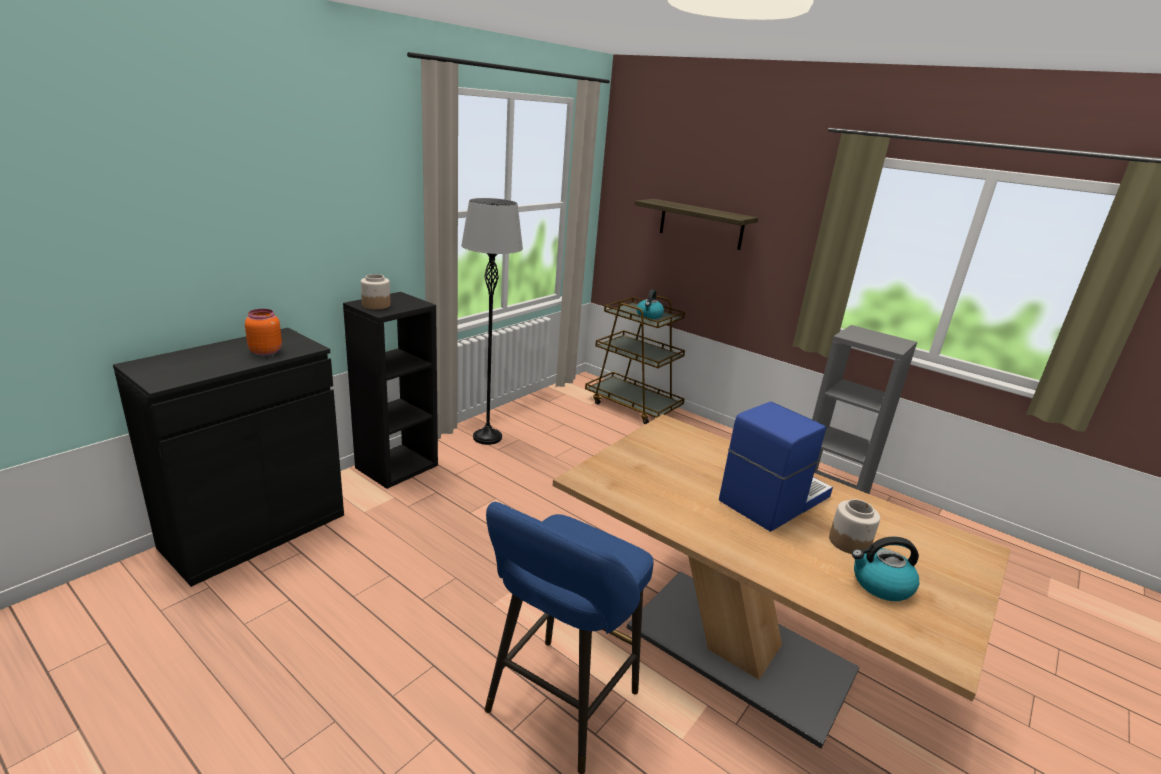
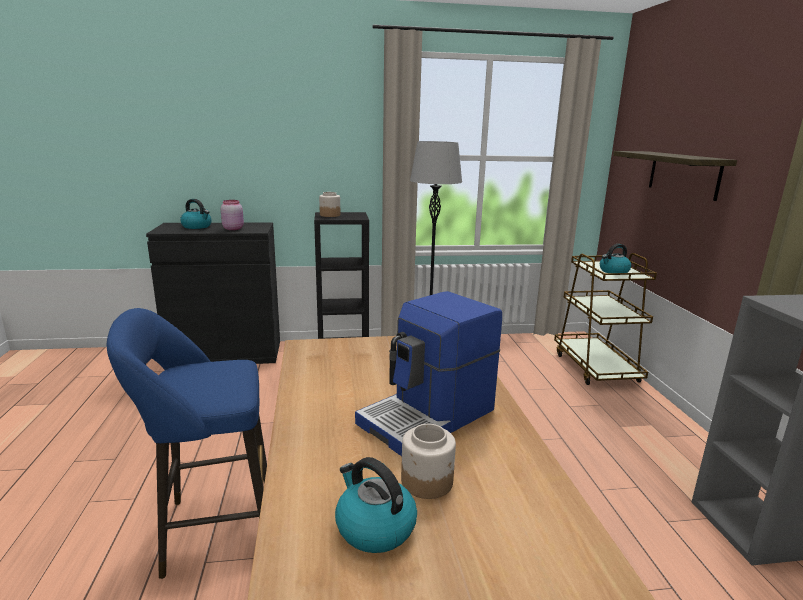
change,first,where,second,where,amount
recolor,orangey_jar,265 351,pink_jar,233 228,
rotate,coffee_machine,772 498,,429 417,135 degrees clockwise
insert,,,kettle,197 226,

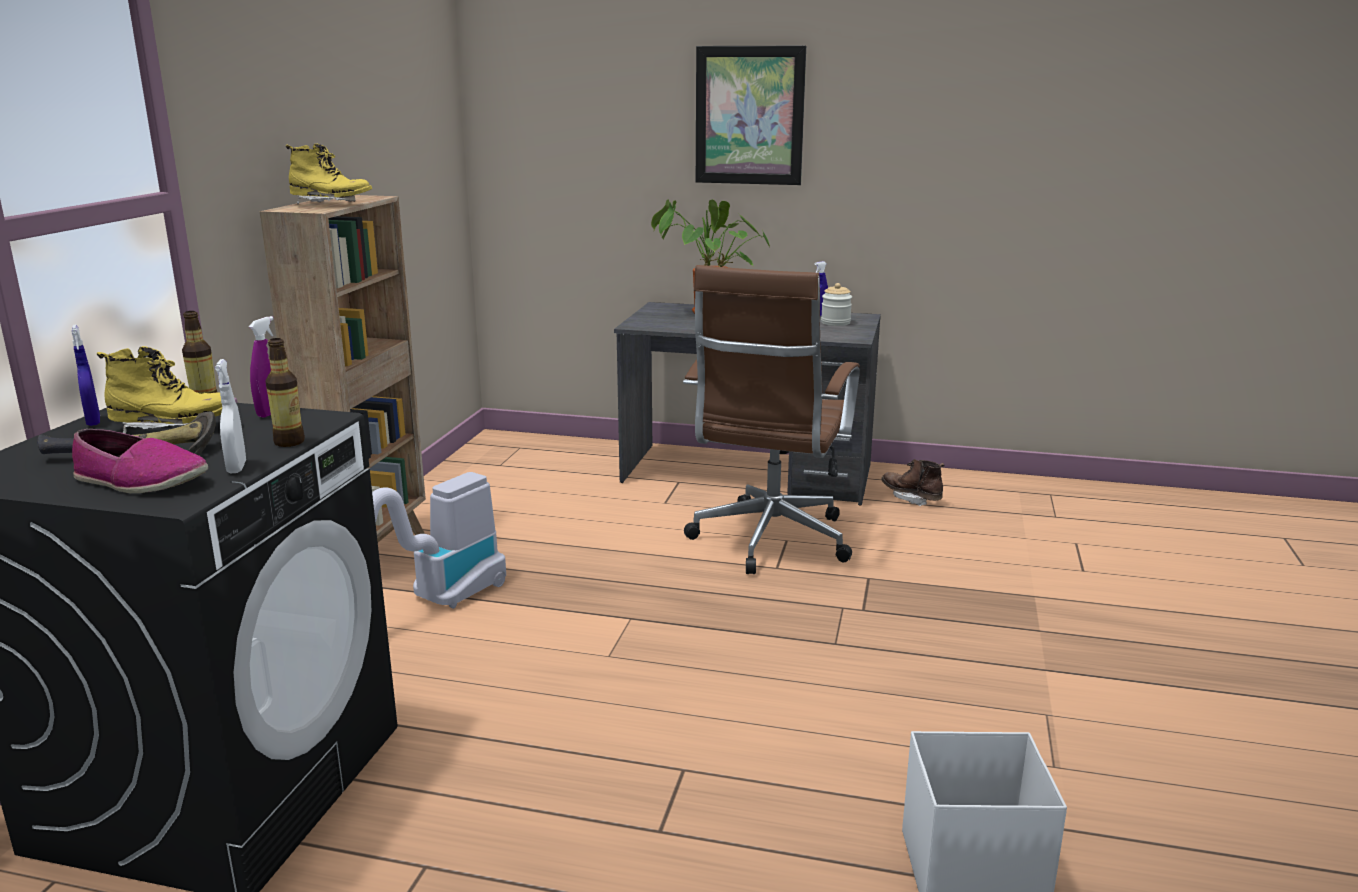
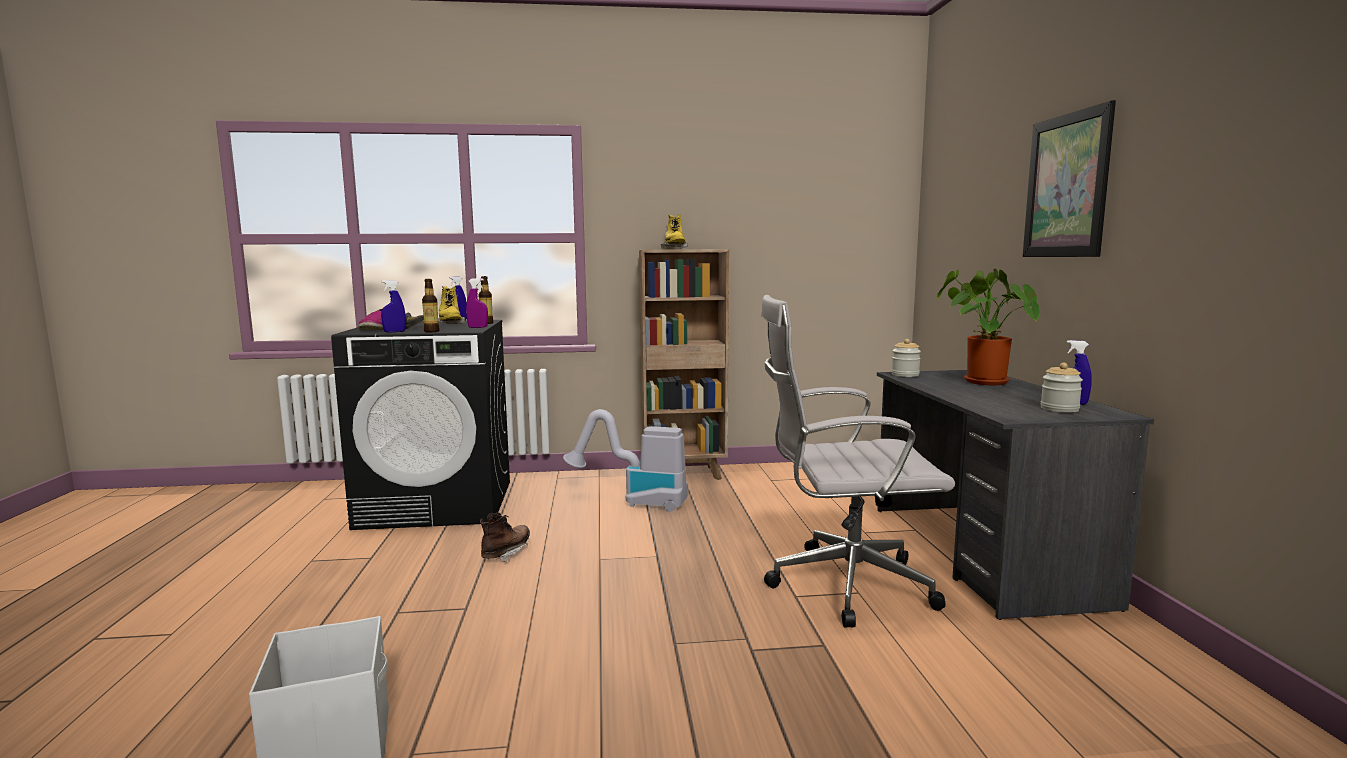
change,first,where,second,where,amount
recolor,white_sprayer,236 468,blue_sprayer,394 332,
recolor,brownish_computer_chair,769 542,white_computer_chair,842 585,
move,brownish_boot,911 498,,506 553,
insert,,,jar,905 375,

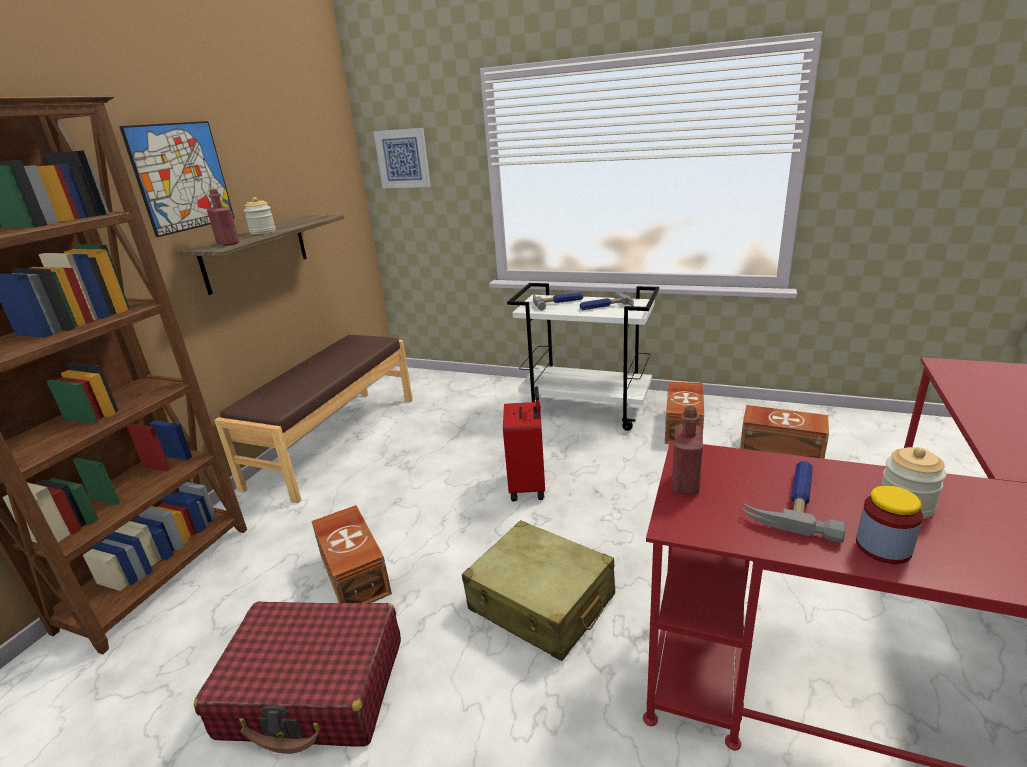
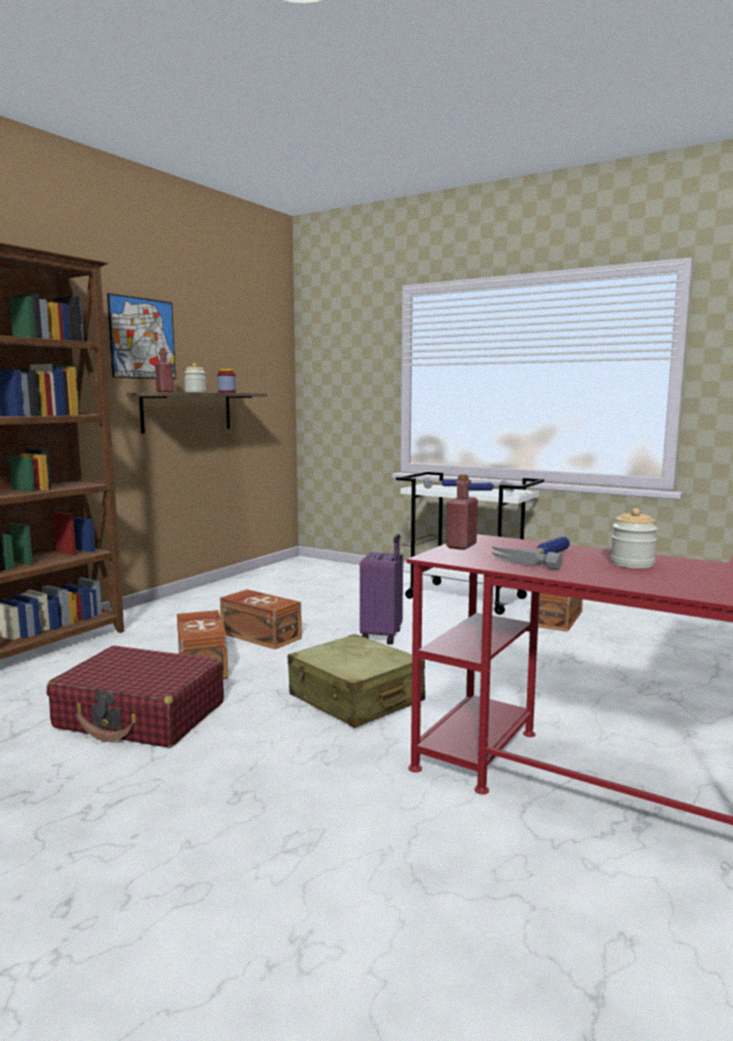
change,first,where,second,where,amount
delete,brownish_indoor_bench,334 440,,,
delete,wall_art,403 158,,,
recolor,red_suitcase,529 486,purplish_suitcase,383 636,
move,brownish_storage_box,779 450,,261 635,
move,jar,883 547,,227 392,

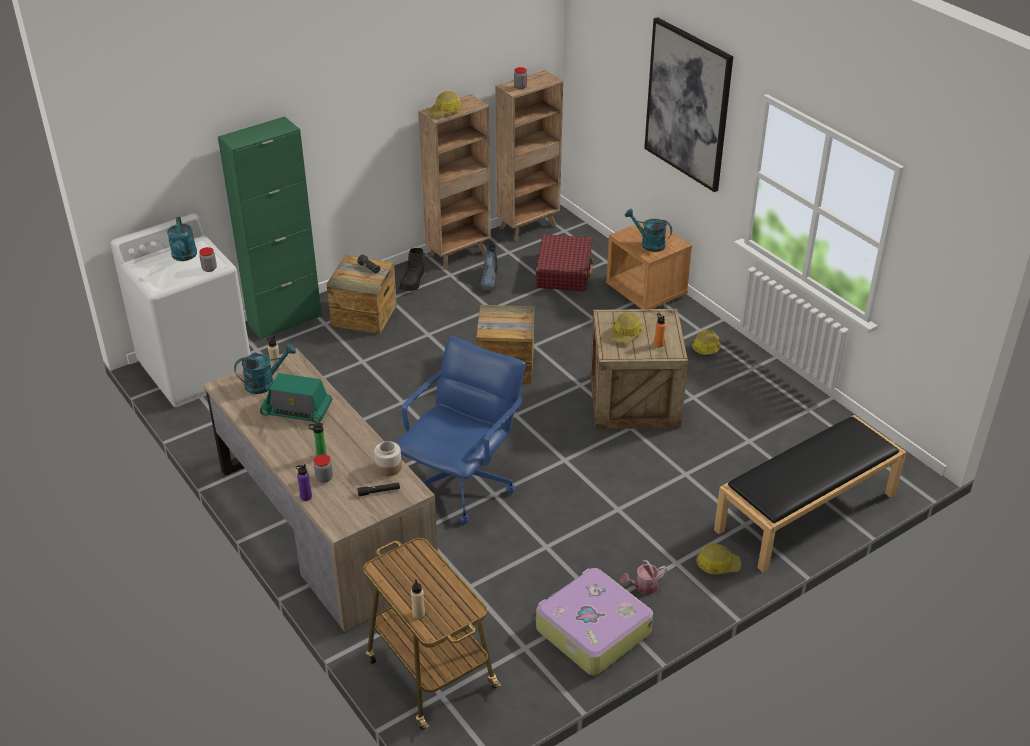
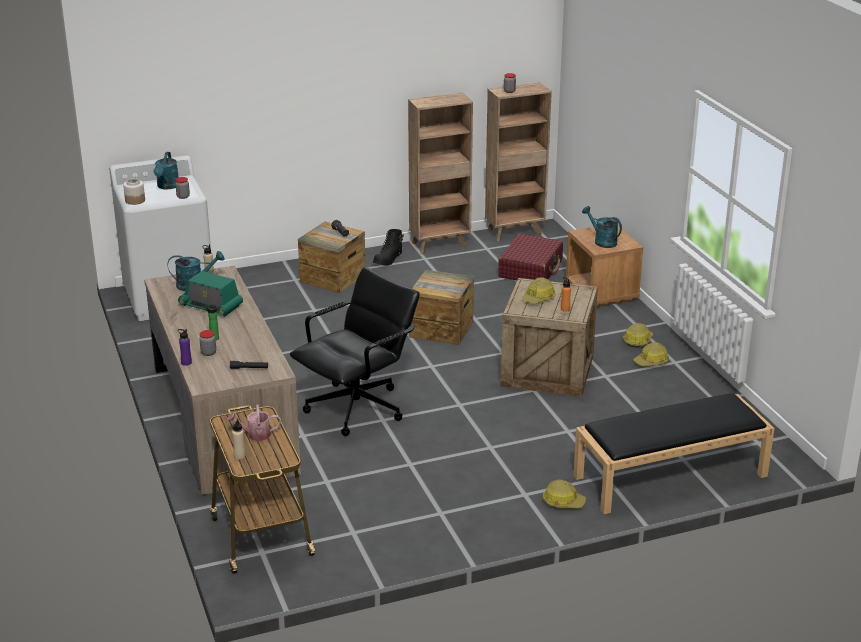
change,first,where,second,where,amount
delete,greenish_cupboard,285 320,,,
move,jar,388 467,,135 200,
recolor,blue_computer_chair,462 484,blackish_computer_chair,357 408,
move,hard_hat,446 111,,651 362,
delete,boot,489 280,,,
delete,suitcase,591 630,,,
move,sprinkling_can,643 587,,255 435,
delete,wall_art,688 104,,,

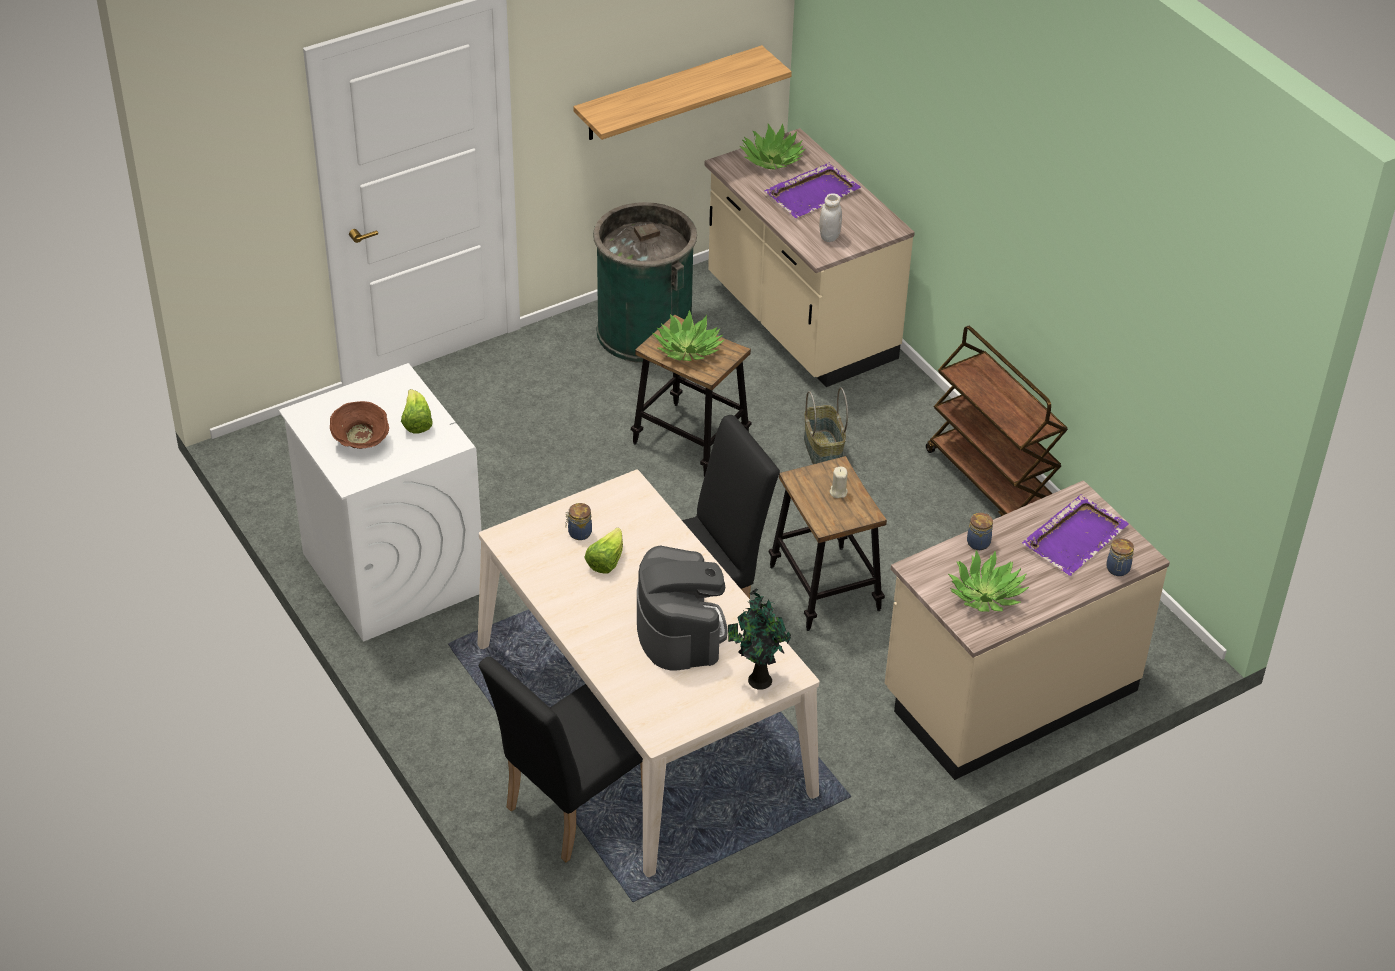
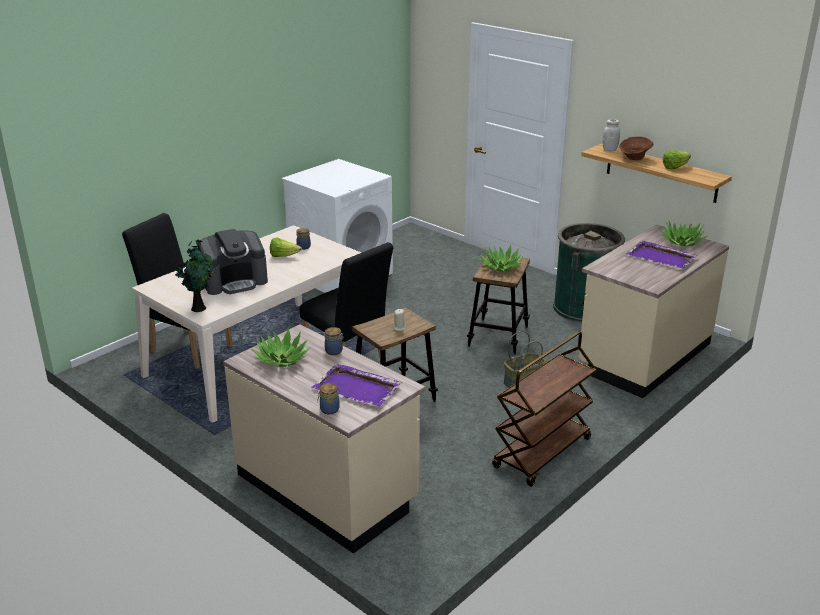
change,first,where,second,where,amount
move,brownish_deep_dish,361 442,,634 158,
move,lettuce_head,416 422,,675 167,
move,white_jar,829 237,,609 149,

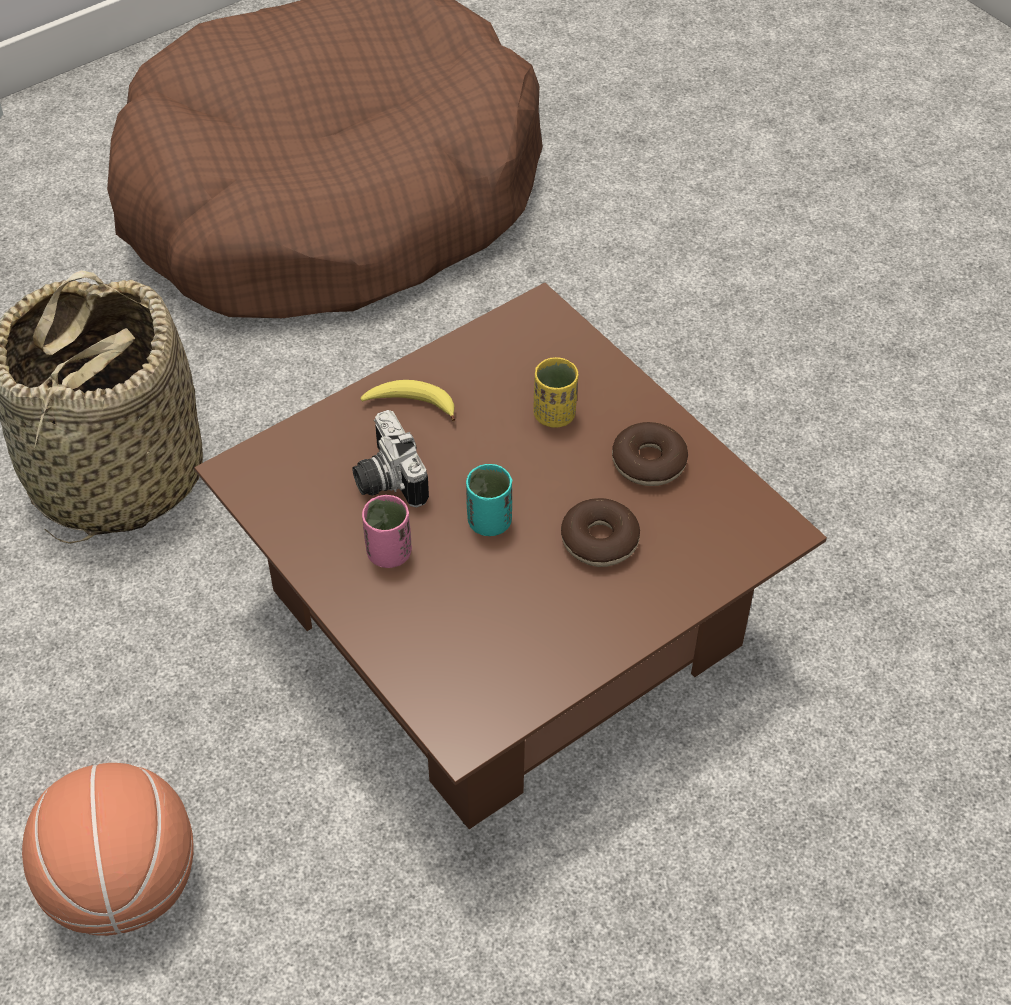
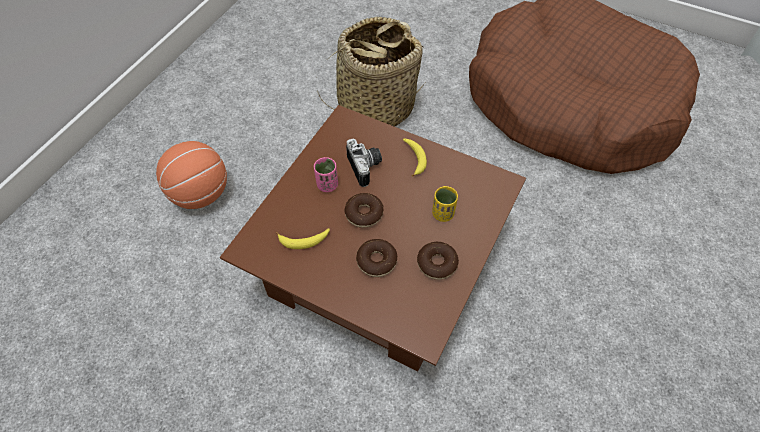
change,first,where,second,where,amount
rotate,photo_camera,385 480,,366 167,120 degrees clockwise
replace,turquoise_cup,489 522,donut,364 214,
insert,,,whole_banana,304 241,

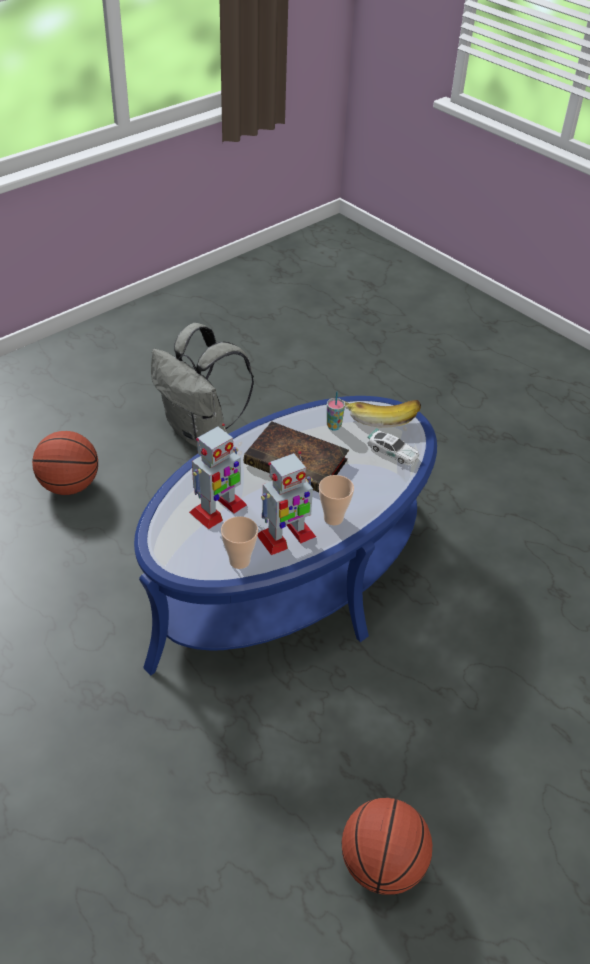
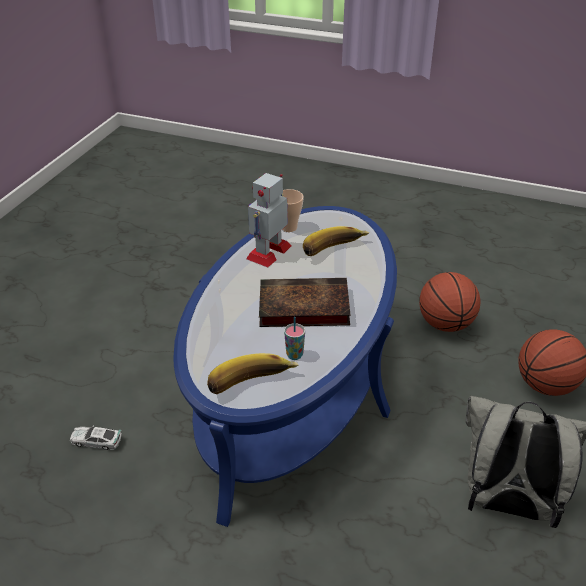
change,first,where,second,where,amount
replace,model_robot,218 509,whole_banana,334 252,
delete,cup,333 518,,,
move,ball_for_basketball,382 865,,445 324,
move,miniature_car,392 452,,96 441,

